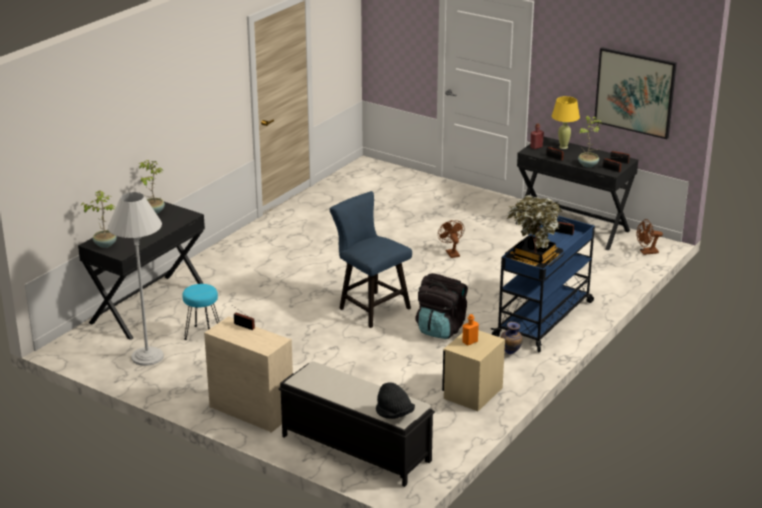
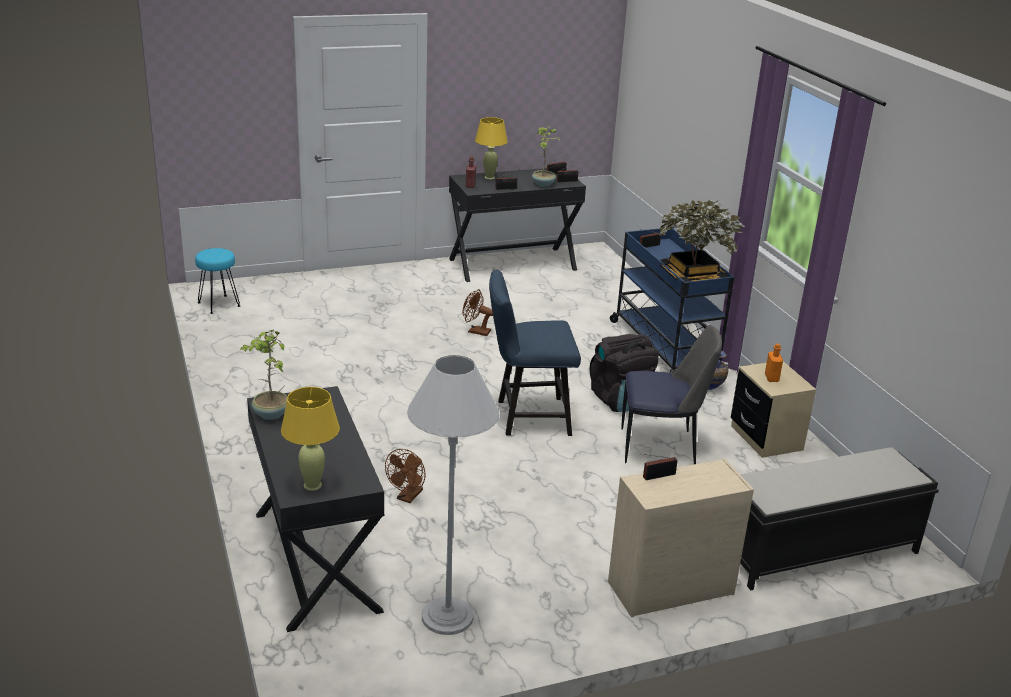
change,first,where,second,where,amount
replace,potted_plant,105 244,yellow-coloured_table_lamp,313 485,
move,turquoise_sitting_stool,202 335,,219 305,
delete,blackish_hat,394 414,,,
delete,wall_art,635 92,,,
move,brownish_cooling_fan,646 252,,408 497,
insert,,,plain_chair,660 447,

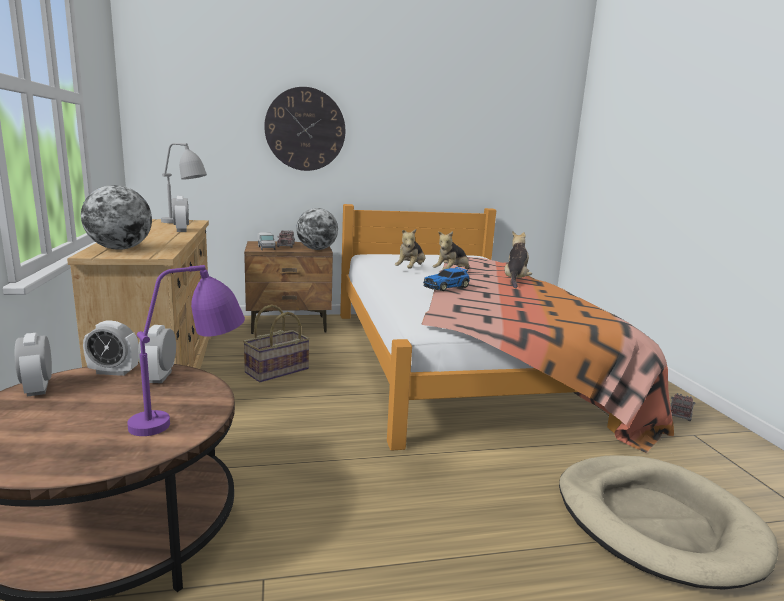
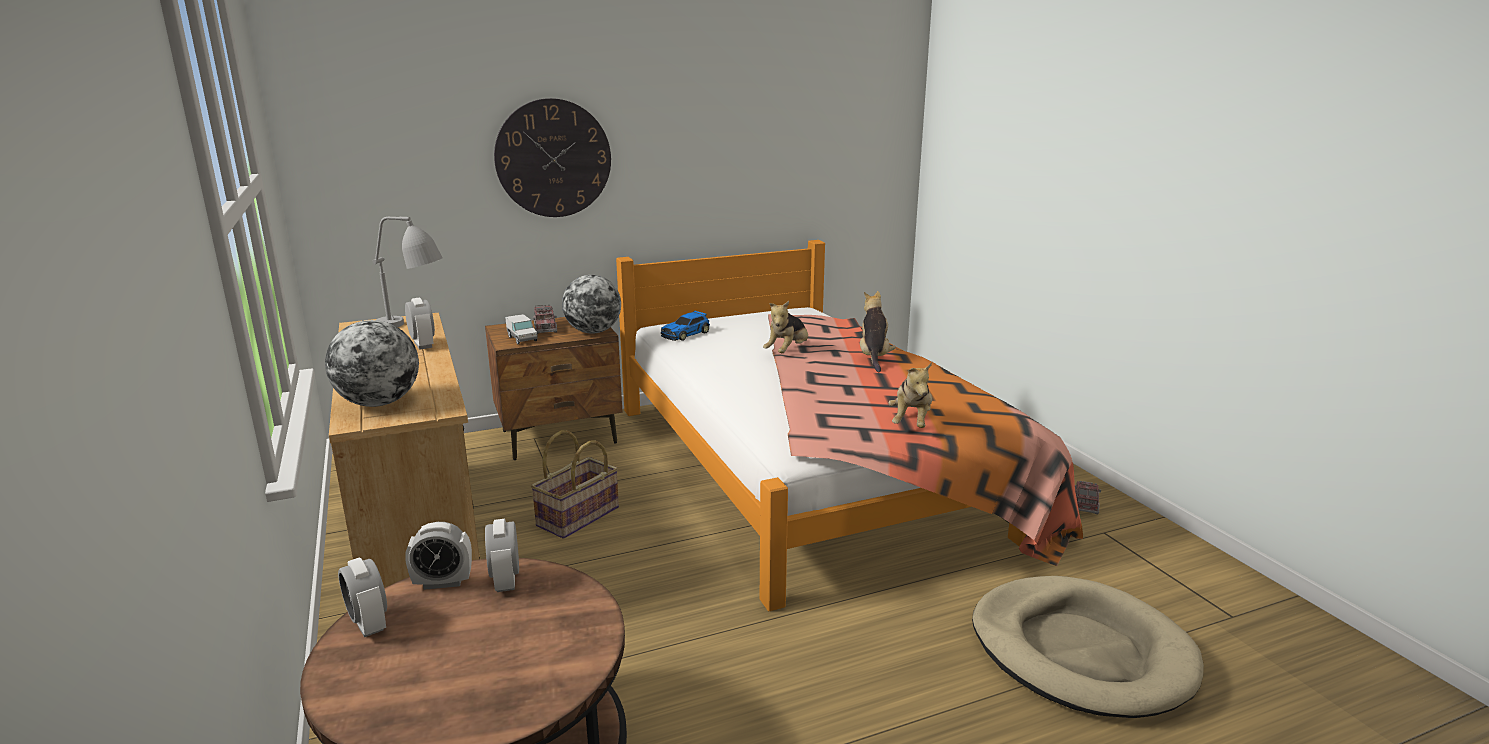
change,first,where,second,where,amount
delete,purplish_table_lamp,193 416,,,
move,soft_toy,410 270,,911 422,
move,miniature_car,447 286,,686 334,

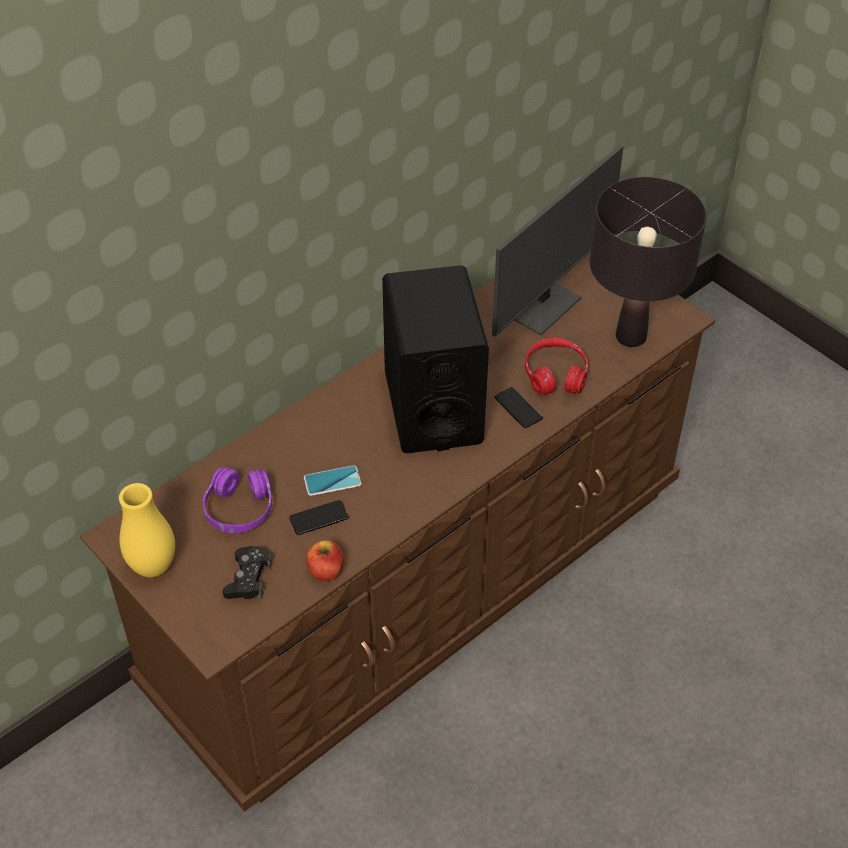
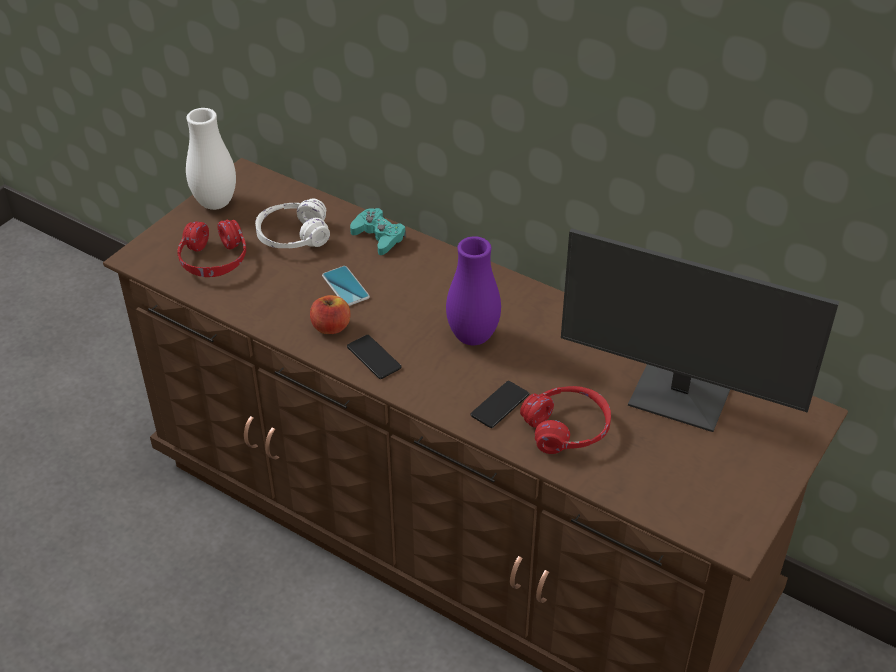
change,first,where,second,where,amount
recolor,yellow-coloured_vase,153 566,white_vase,215 203,
recolor,purplish_pair_of_headphones,239 509,white_pair_of_headphones,293 236,
replace,blackish_gamepad,248 578,red_pair_of_headphones,214 260,
move,phone,319 518,,374 357,
move,apple,326 570,,331 327,
replace,blackish_speaker,432 407,purplish_vase,473 337,
delete,blackish_table_lamp,631 337,,,
insert,,,turquoise_gamepad,379 236,

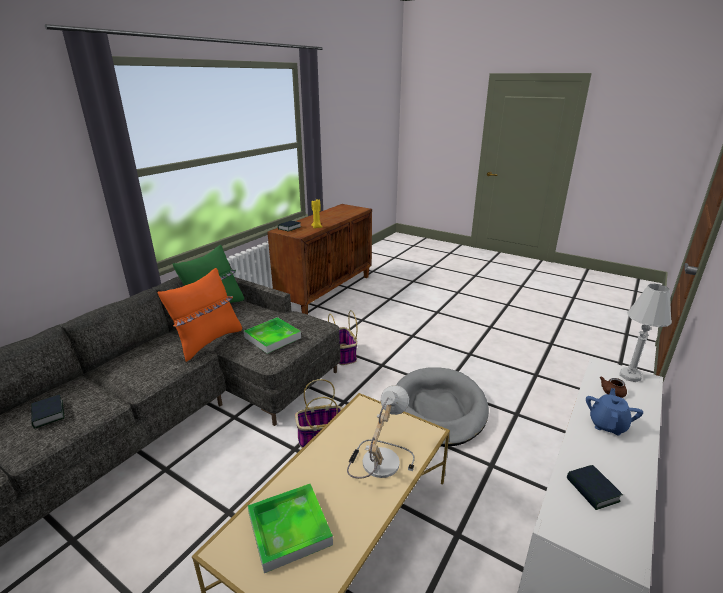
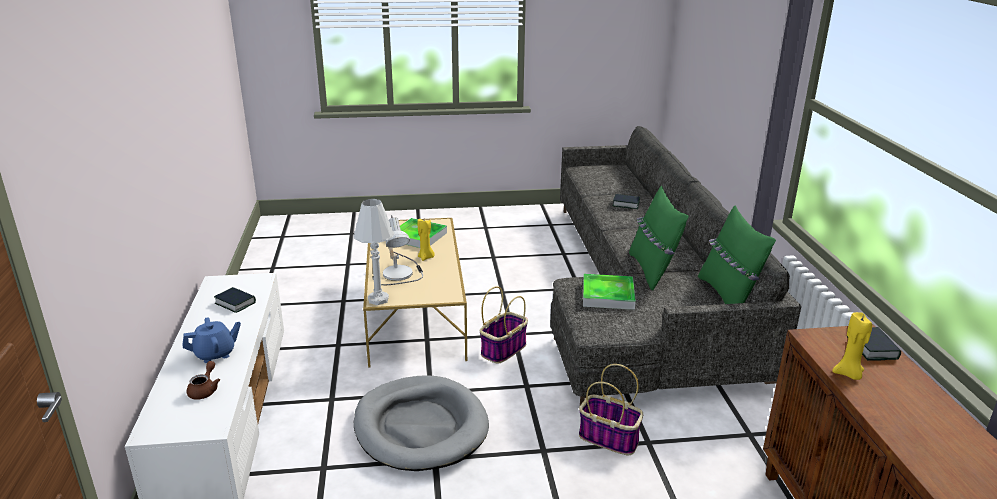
change,first,where,second,where,amount
recolor,orangey_cushion,208 341,greenish_cushion,652 271,
rotate,blue_tea_pot,607 425,,215 354,105 degrees counterclockwise
move,white_table_lamp,629 376,,378 299,
insert,,,yellow-coloured_wax_candle,426 257,

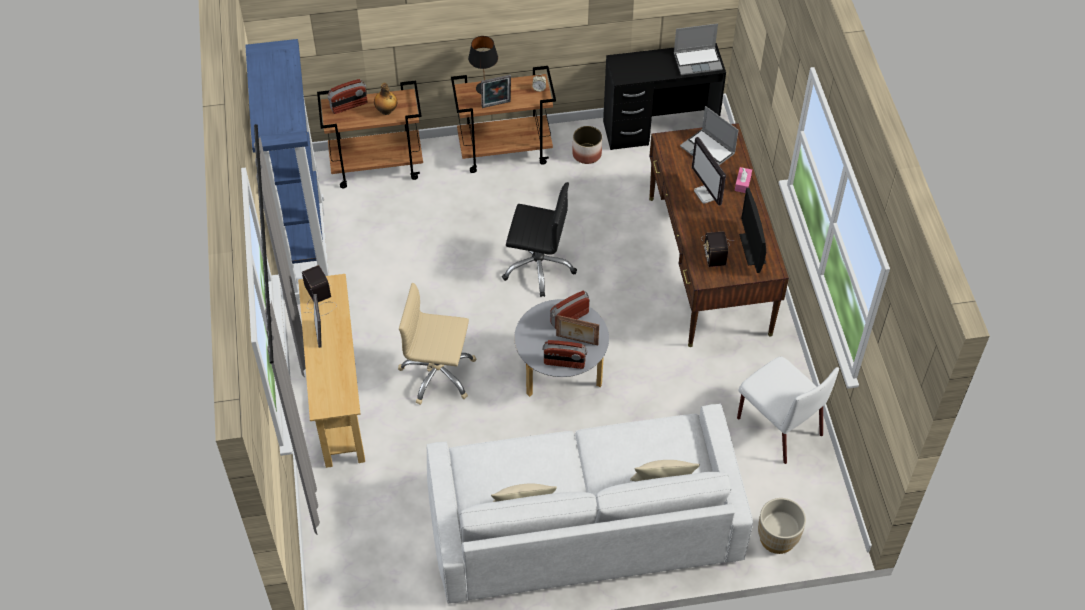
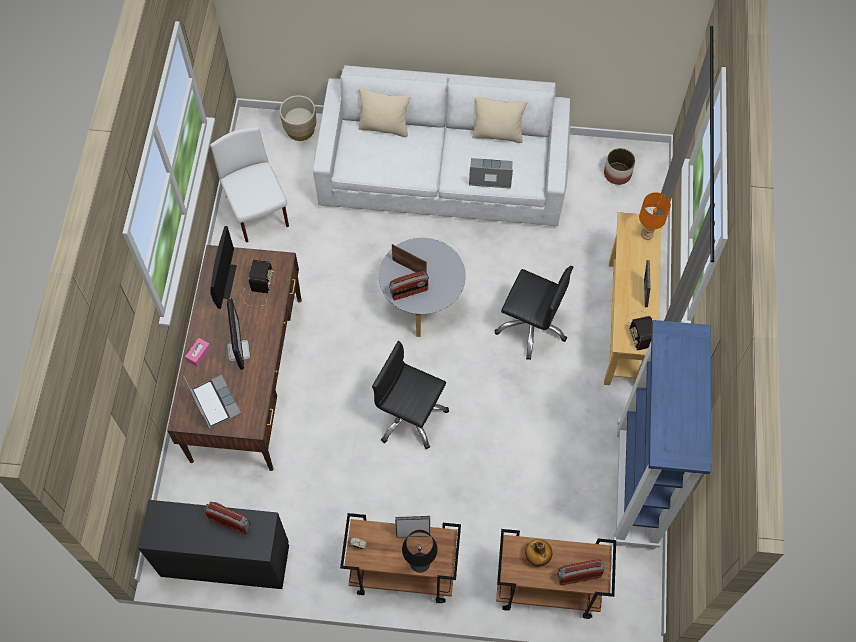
change,first,where,second,where,amount
recolor,beige_computer_chair,438 374,blackish_computer_chair,531 326,
move,radio,564 362,,230 521,
move,planter,586 154,,617 173,
move,laptop,698 61,,490 175,
insert,,,orangey_table_lamp,646 234,

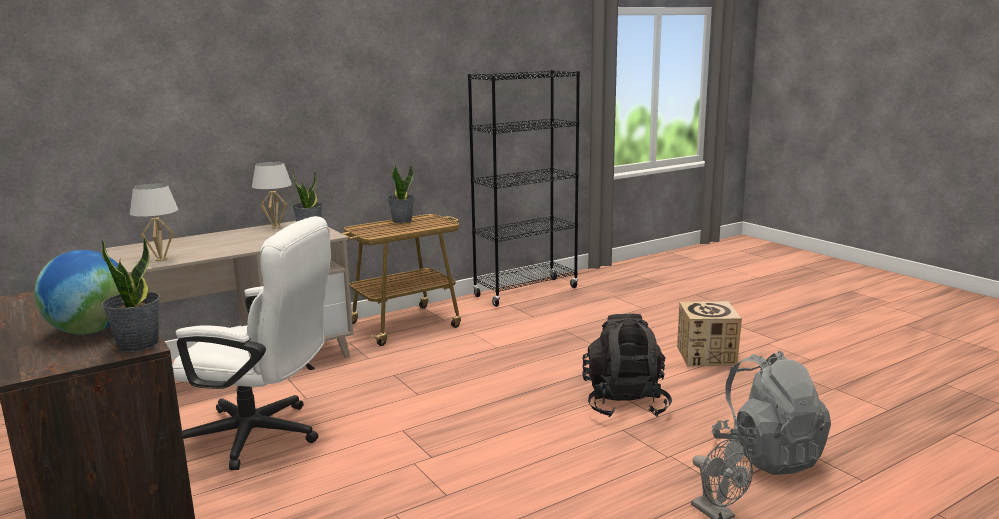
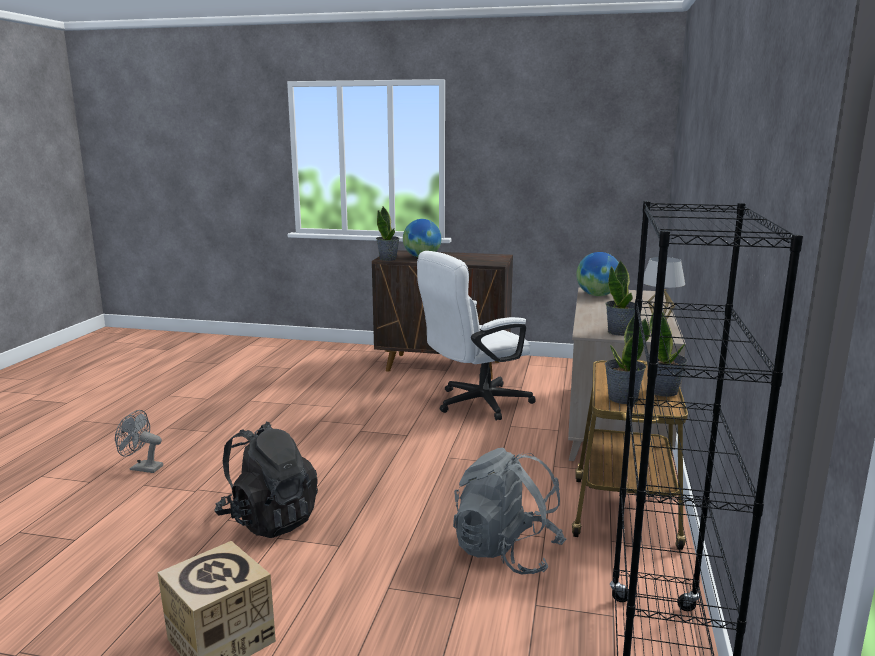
change,first,where,second,where,amount
replace,white_table_lamp,161 259,desk_globe,597 295,
move,gray_backpack,768 455,,506 552,
insert,,,potted_plant,622 398,

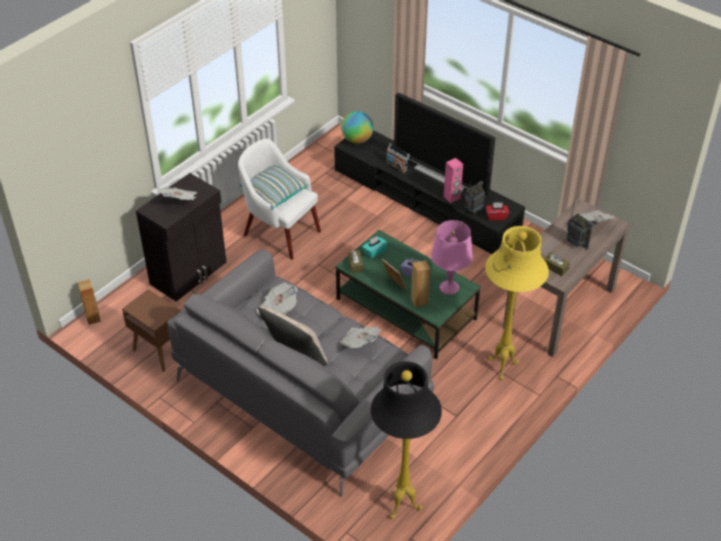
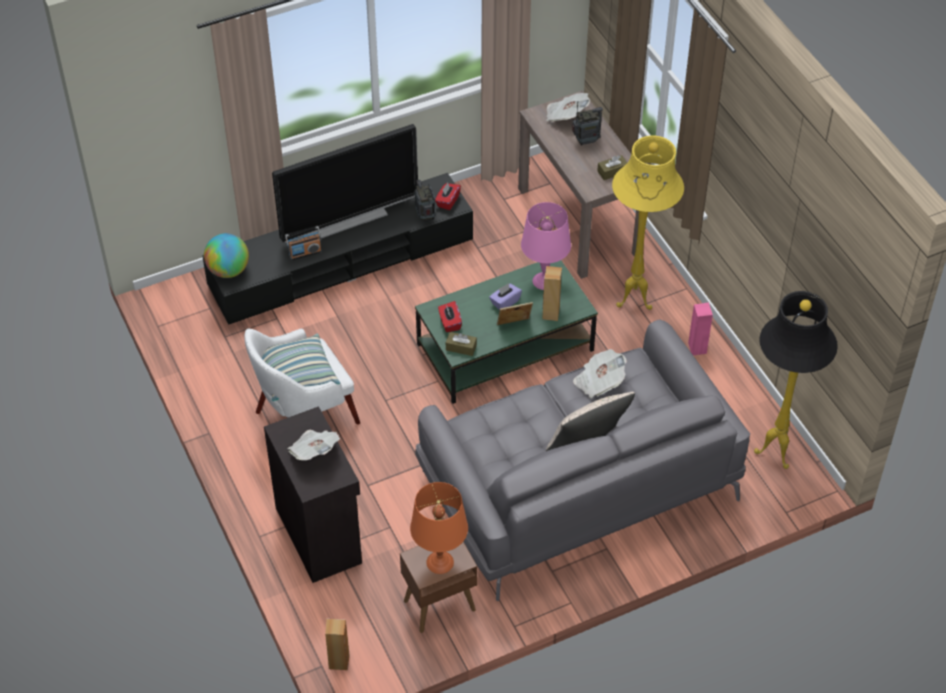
change,first,where,second,where,amount
delete,printed_paper,277 309,,,
recolor,turquoise_tissue_holder,374 251,red_tissue_holder,449 323,
move,pink_speaker,452 198,,697 348,
insert,,,orangey_table_lamp,440 562,

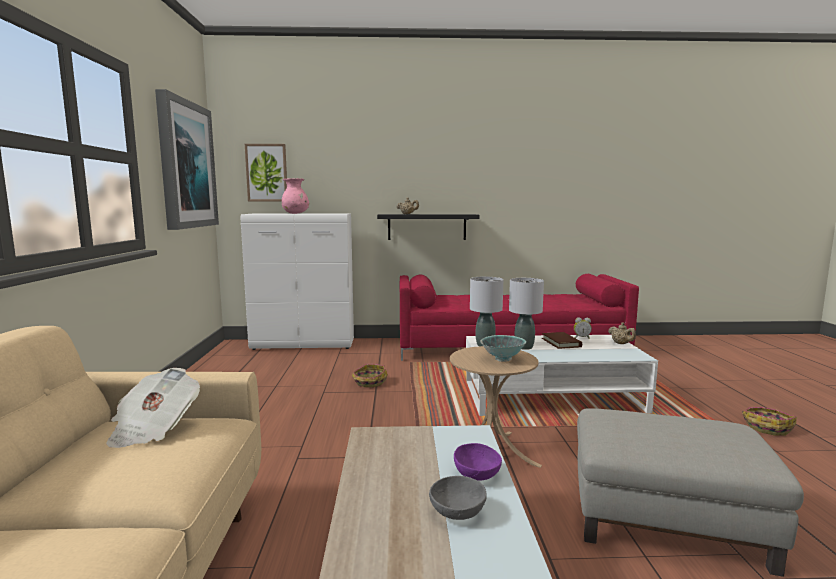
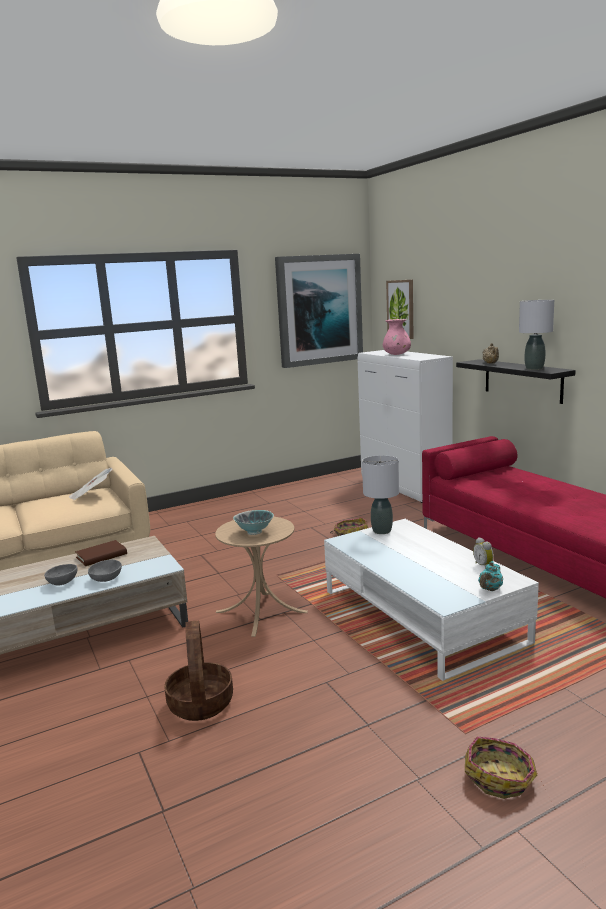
change,first,where,second,where,amount
recolor,purplish_deep_dish,478 474,gray_deep_dish,106 579,
move,gray_table_lamp,524 347,,534 368,
move,brownish_book,561 342,,101 556,
replace,gray_footrest,666 521,storage_basket,200 703,
recolor,beige_tea_pot,621 344,turquoise_tea_pot,490 589,

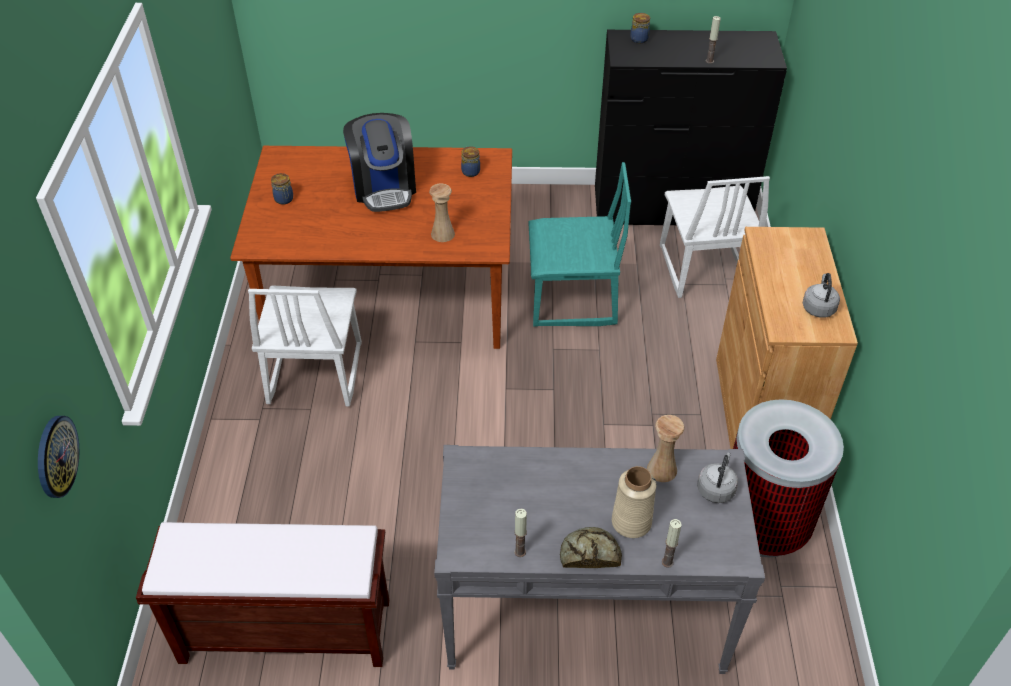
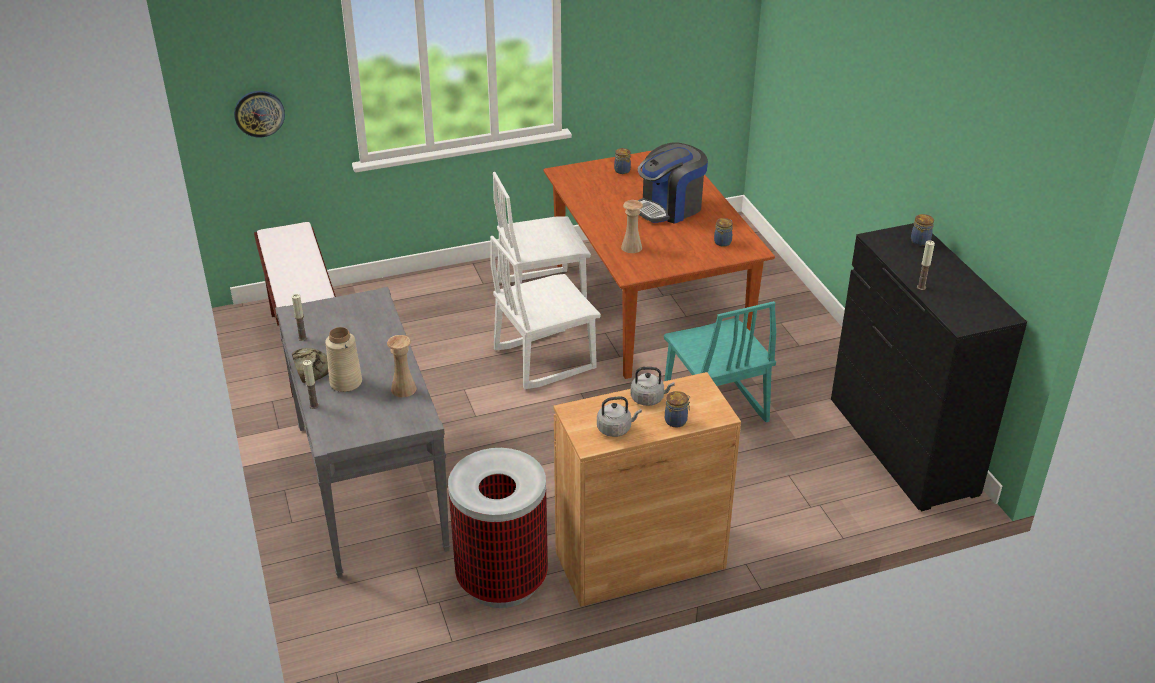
change,first,where,second,where,amount
move,white_plain_chair,703 269,,544 359,
move,gray_kettle,716 488,,649 399,
insert,,,jar,677 421,

